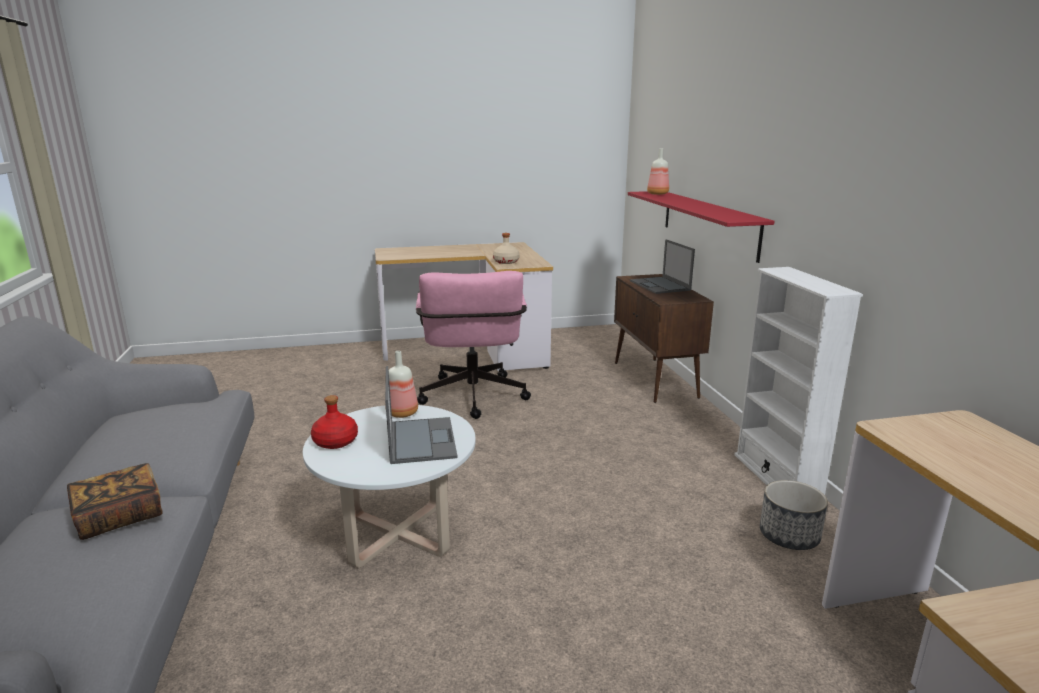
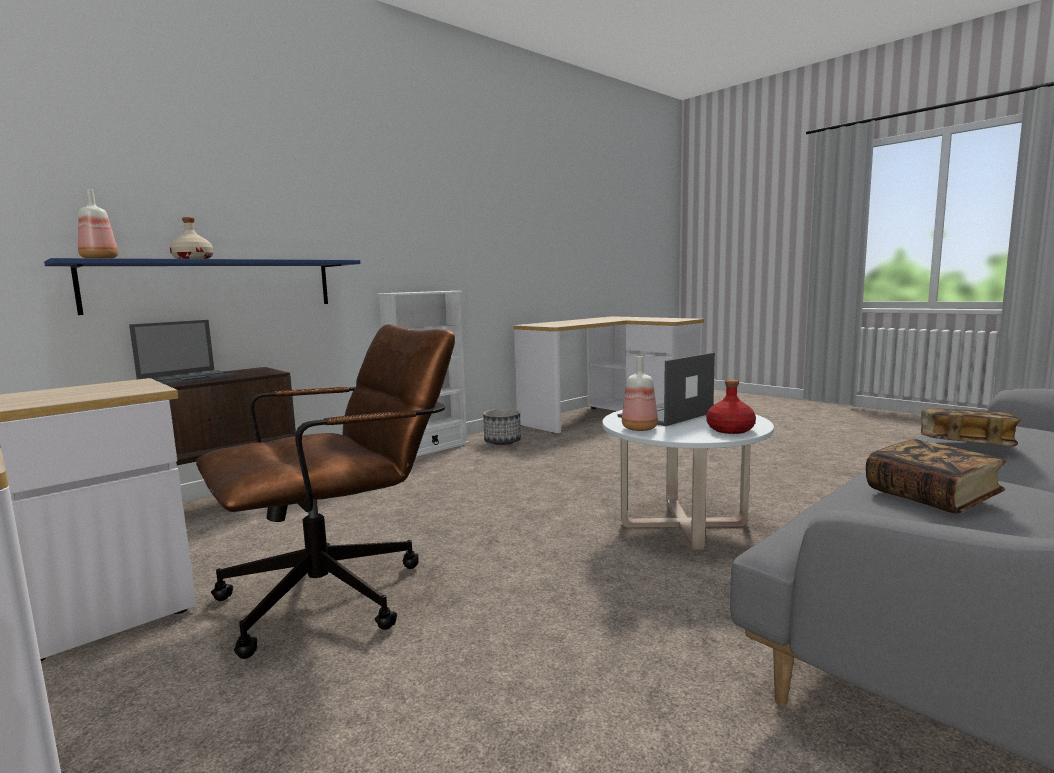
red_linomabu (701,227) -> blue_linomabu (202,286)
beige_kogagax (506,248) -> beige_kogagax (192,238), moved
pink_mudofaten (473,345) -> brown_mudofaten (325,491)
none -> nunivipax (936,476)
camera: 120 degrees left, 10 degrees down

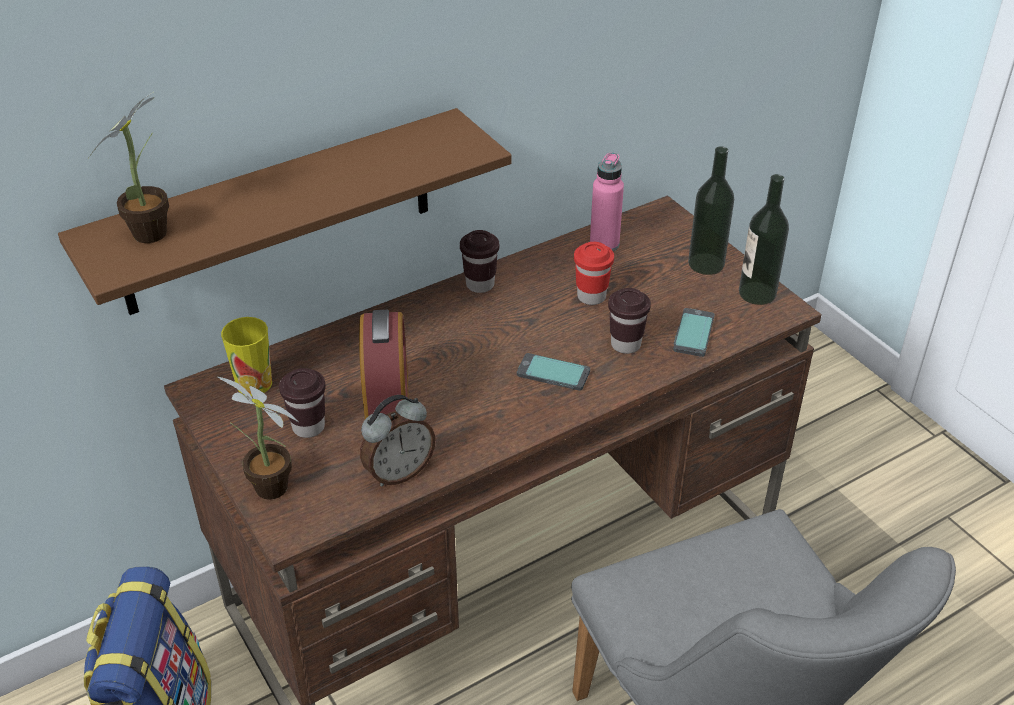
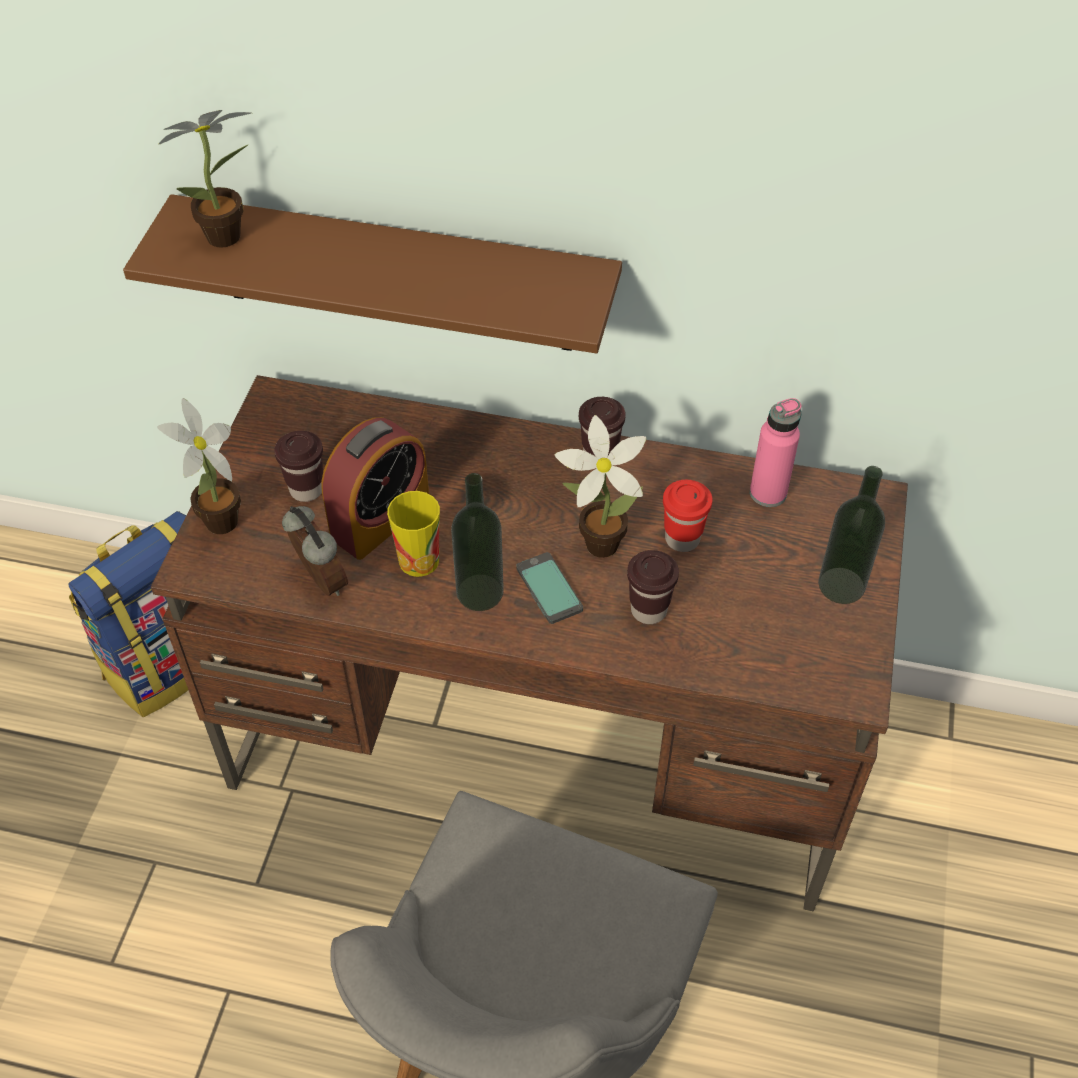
kogagax (764,239) -> kogagax (477,542), moved
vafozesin (694,332) -> none
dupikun (246,356) -> dupikun (413,534), moved
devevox (398,441) -> devevox (315,551), 135 degrees counterclockwise
none -> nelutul (600,486)
camera: 45 degrees right, 10 degrees up

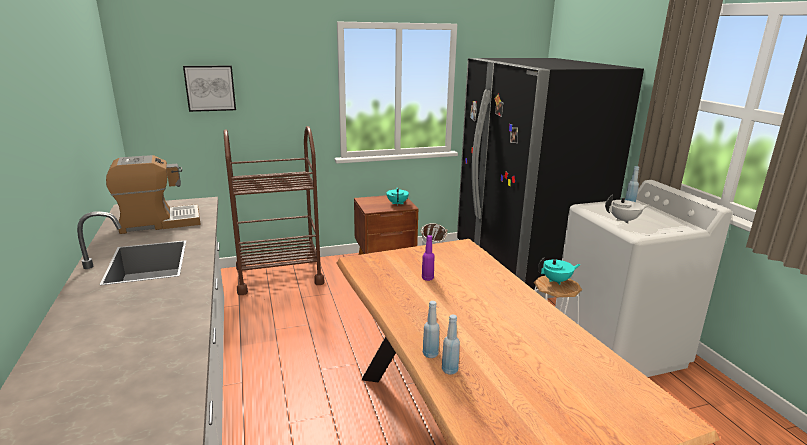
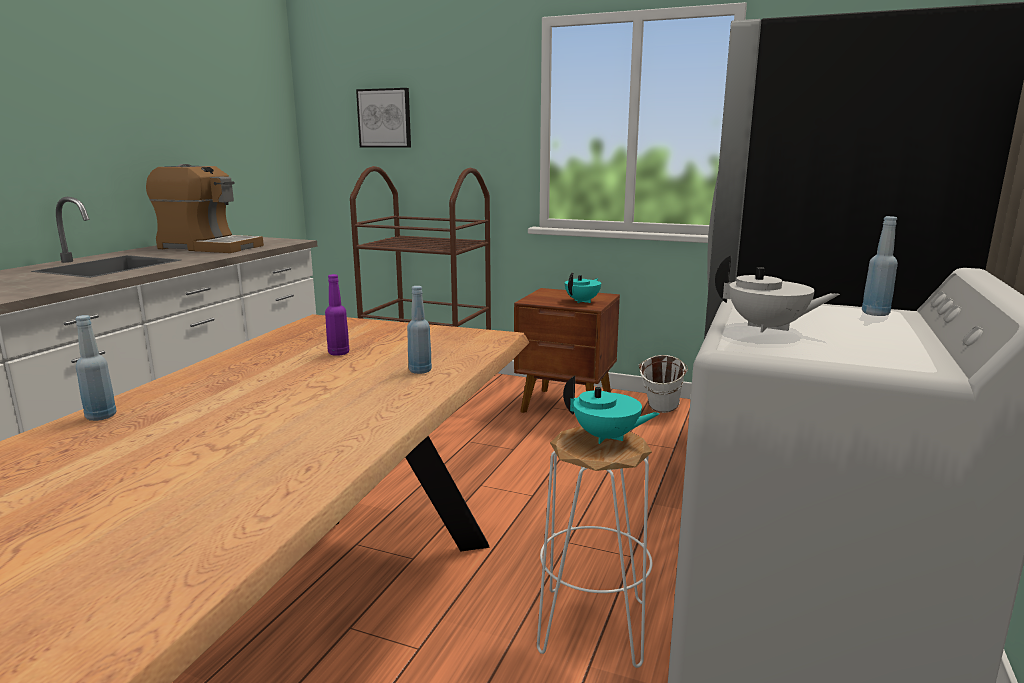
blue_kogagax (451,344) -> blue_kogagax (419,330), moved
camera: 40 degrees right, 5 degrees down

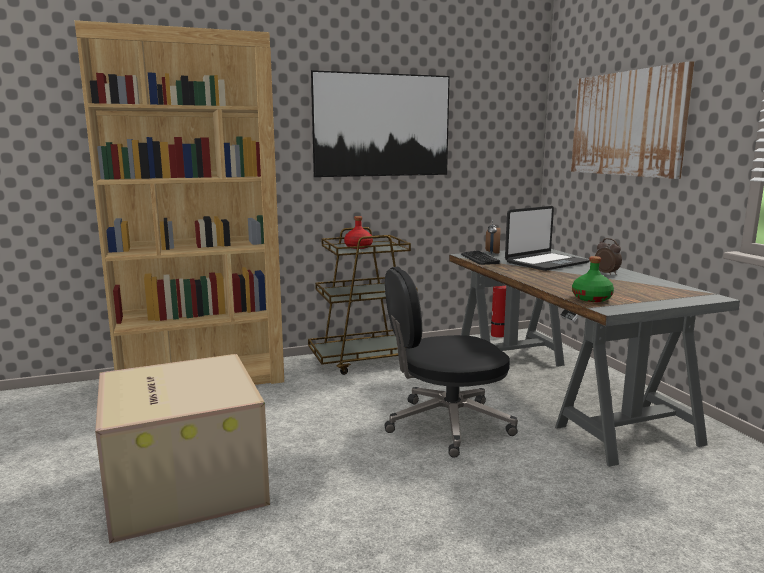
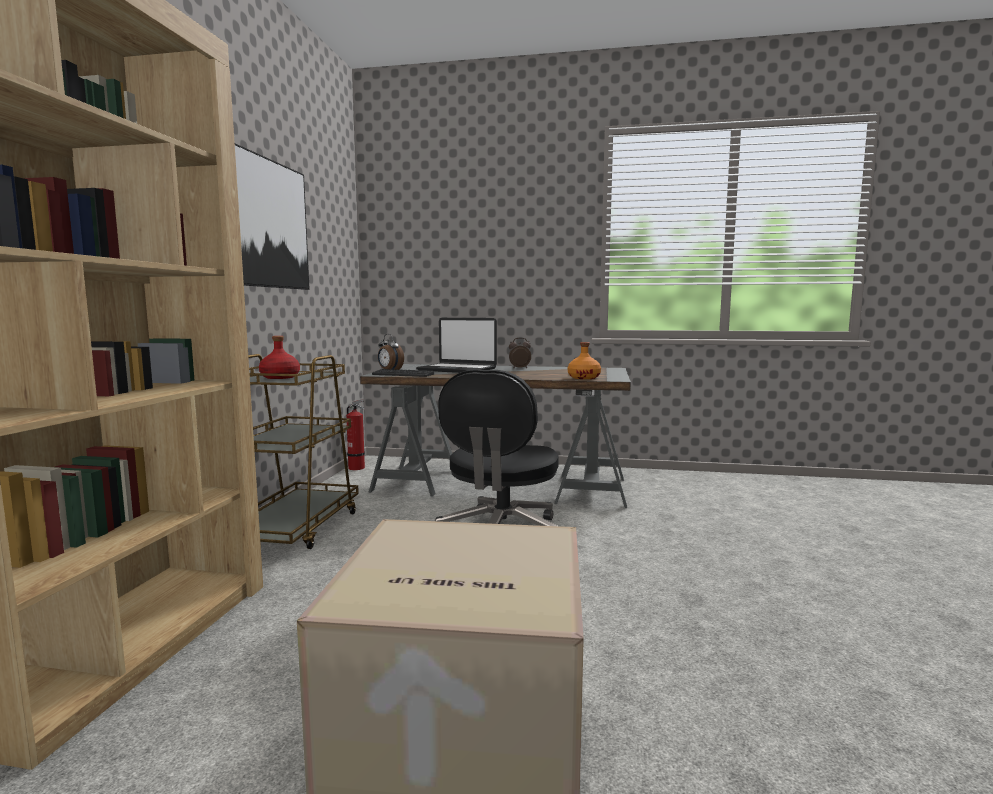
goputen (632,120) -> none
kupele (547,238) -> kupele (456,345), 120 degrees clockwise
green_kogagax (593,279) -> orange_kogagax (584,360)
camera: 60 degrees left, 5 degrees down

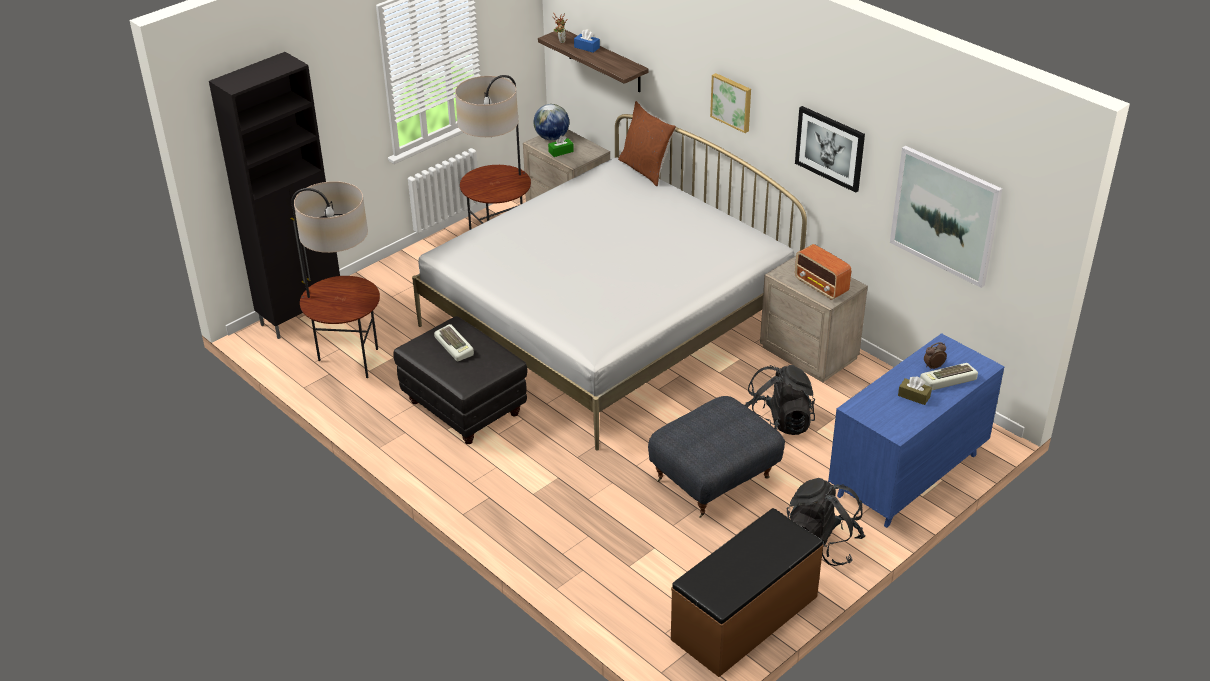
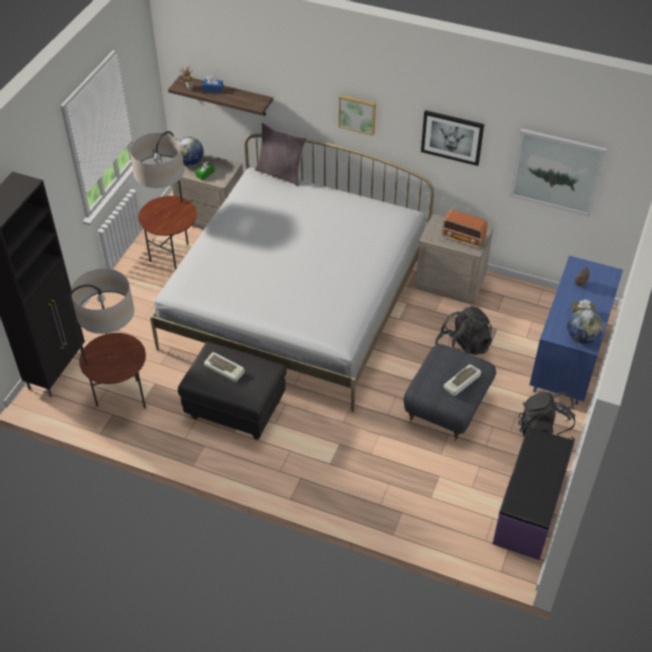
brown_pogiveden (647,143) -> grey_pogiveden (281,154)
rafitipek (949,376) -> rafitipek (462,380), moved
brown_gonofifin (747,592) -> purple_gonofifin (533,493)
none -> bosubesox (585,326)
camera: 25 degrees left, 10 degrees up

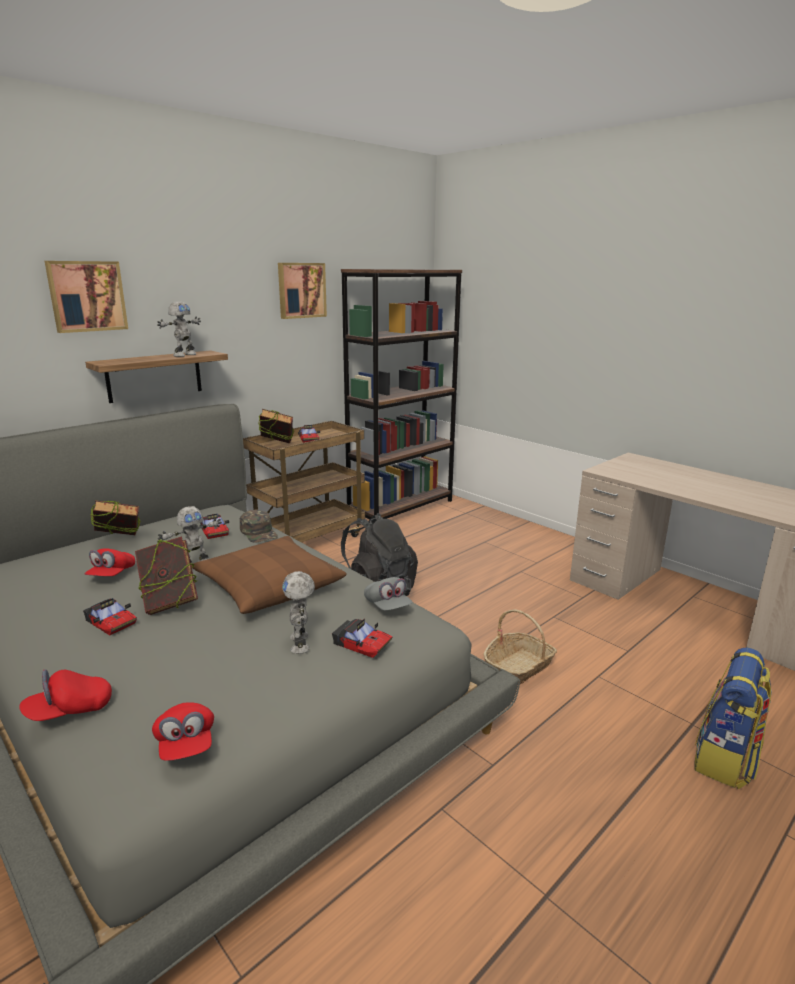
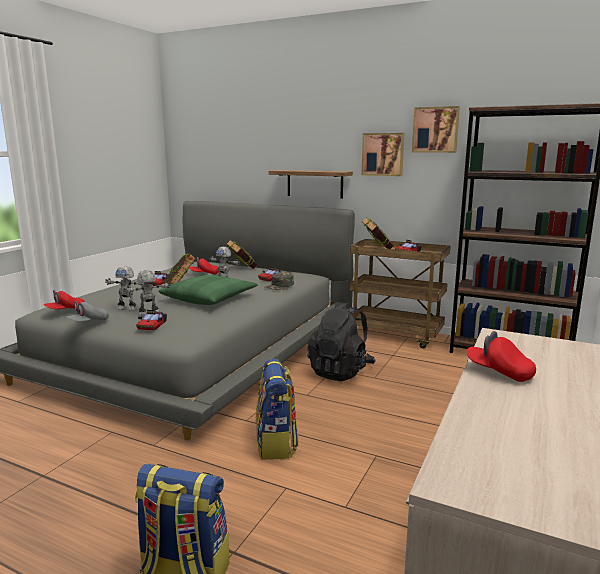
goputen (86,297) -> goputen (382,154), moved
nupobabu (179,329) -> nupobabu (125,288), moved
brown_pogiveden (269,575) -> green_pogiveden (208,290)
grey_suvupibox (388,593) -> grey_suvupibox (87,311), moved
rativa (520,646) -> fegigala (277,409)
red_suvupibox (65,695) -> red_suvupibox (501,356), moved
camera: 70 degrees right, 5 degrees down

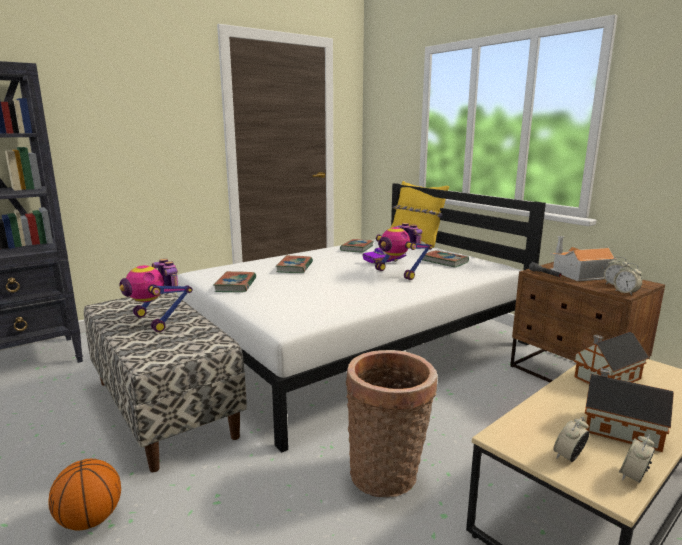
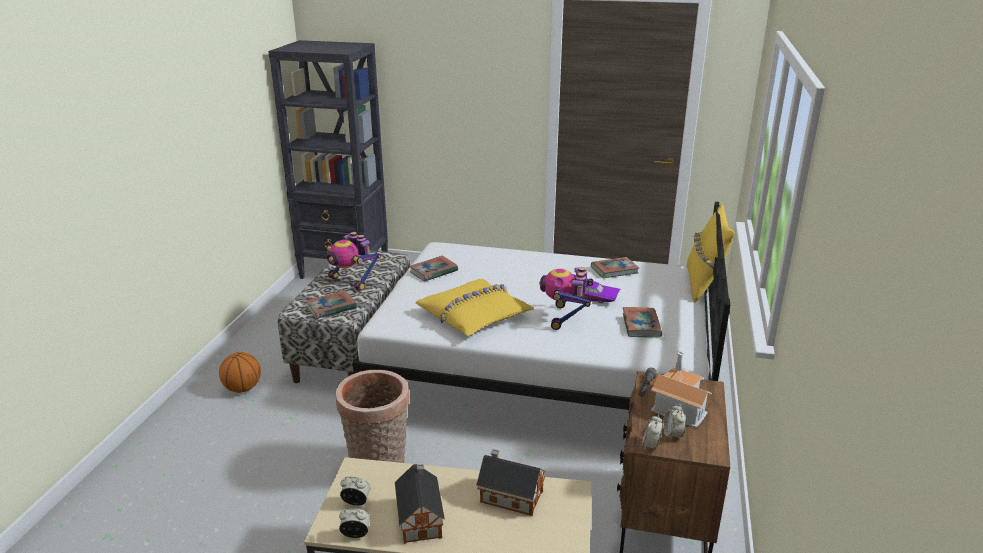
nunivipax (294,264) -> nunivipax (331,304), moved
nupobabu (156,295) -> nupobabu (353,261), 60 degrees counterclockwise
none -> yellow_pogiveden (475,307)
camera: 50 degrees right, 10 degrees up

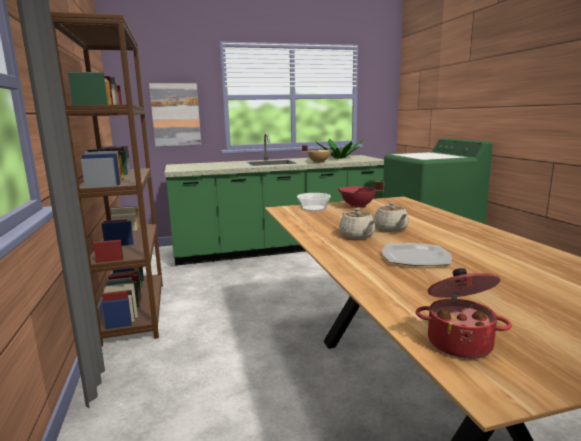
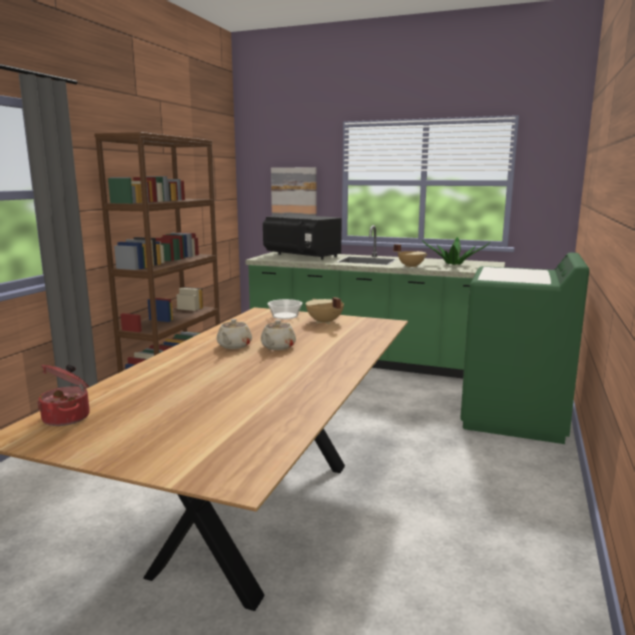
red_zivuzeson (360,194) -> beige_zivuzeson (324,310)
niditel (417,254) -> none
none -> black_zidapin (302,237)
camera: 35 degrees right, 0 degrees up

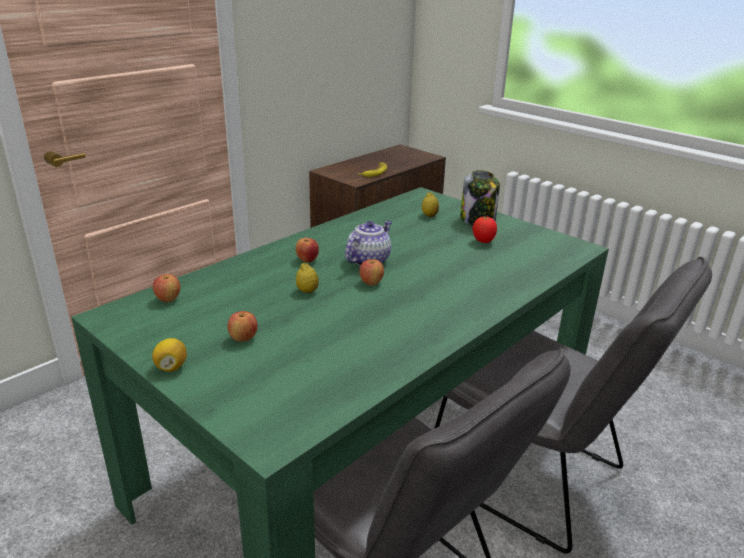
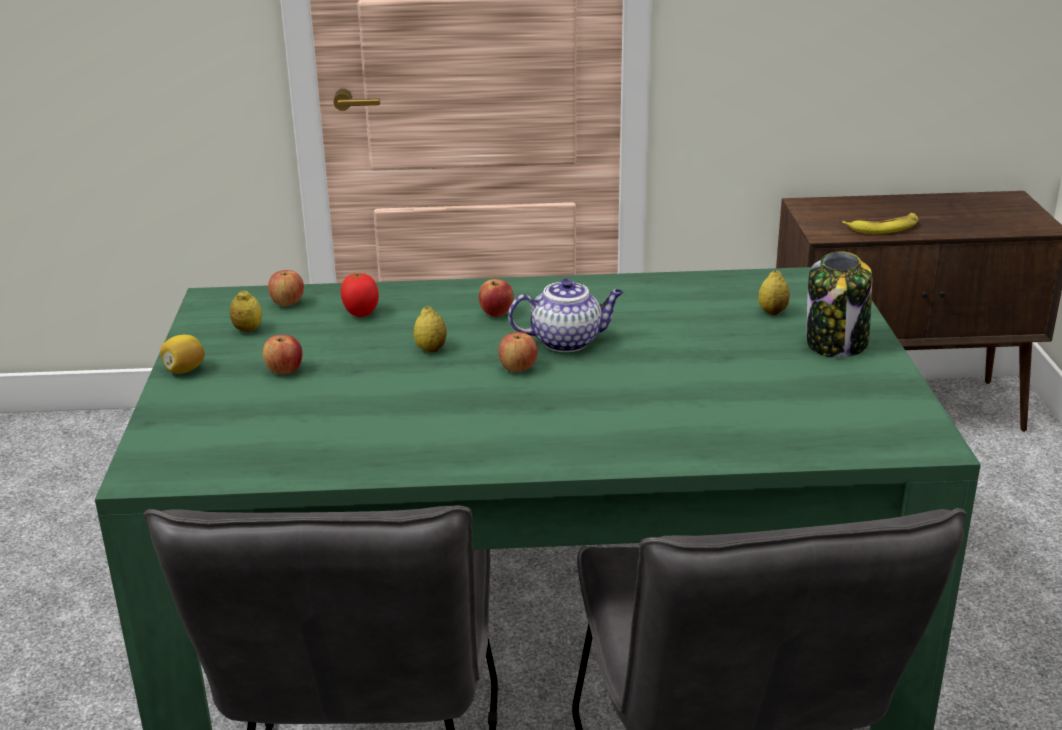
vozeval (485,229) -> vozeval (360,295), moved
none -> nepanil (246,311)
camera: 45 degrees right, 0 degrees up

